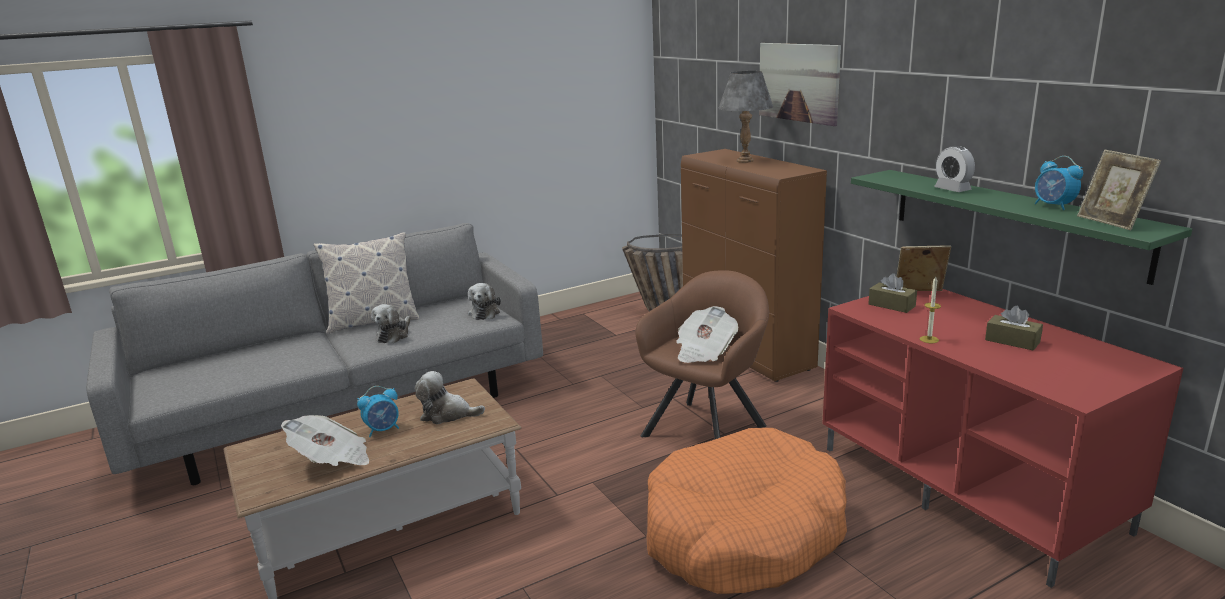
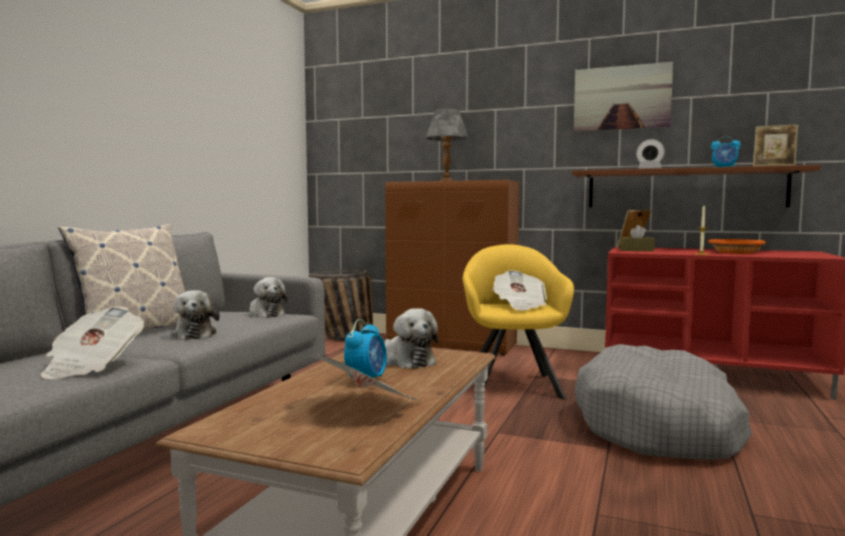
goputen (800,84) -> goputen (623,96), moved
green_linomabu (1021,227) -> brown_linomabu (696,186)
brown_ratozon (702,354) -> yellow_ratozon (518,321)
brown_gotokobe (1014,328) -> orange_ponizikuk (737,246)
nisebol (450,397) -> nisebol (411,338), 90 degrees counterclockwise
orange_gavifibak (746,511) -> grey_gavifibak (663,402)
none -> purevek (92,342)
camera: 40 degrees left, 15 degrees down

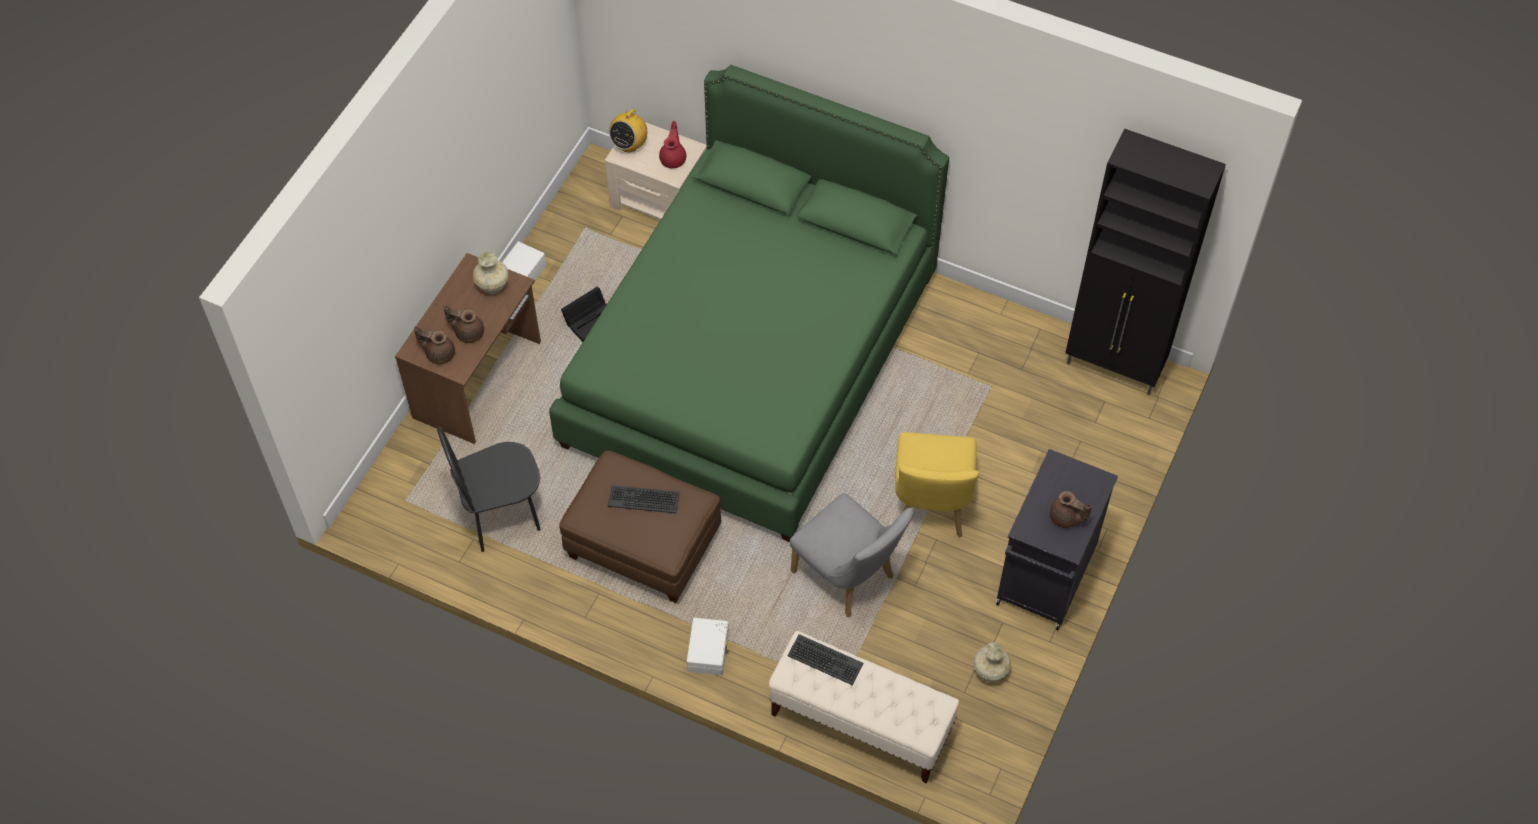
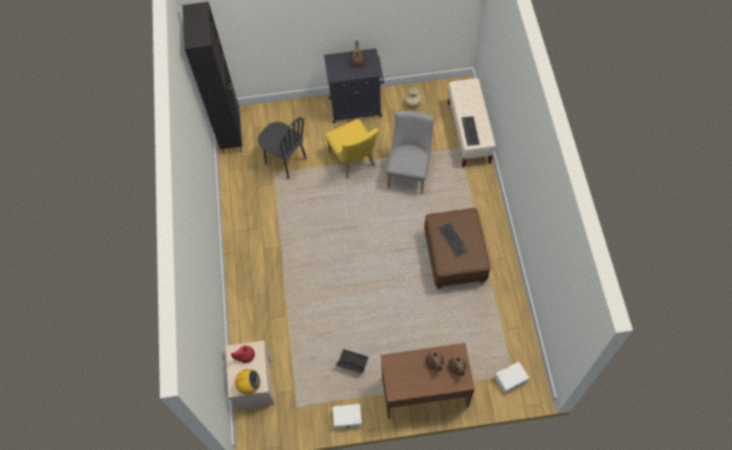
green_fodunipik (749,303) -> none
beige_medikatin (490,273) -> none
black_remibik (489,489) -> black_remibik (282,148), moved
yellow_remibik (937,485) -> yellow_remibik (352,149), 90 degrees clockwise
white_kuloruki (708,646) -> white_kuloruki (512,377), moved
camera: 120 degrees left, 5 degrees up

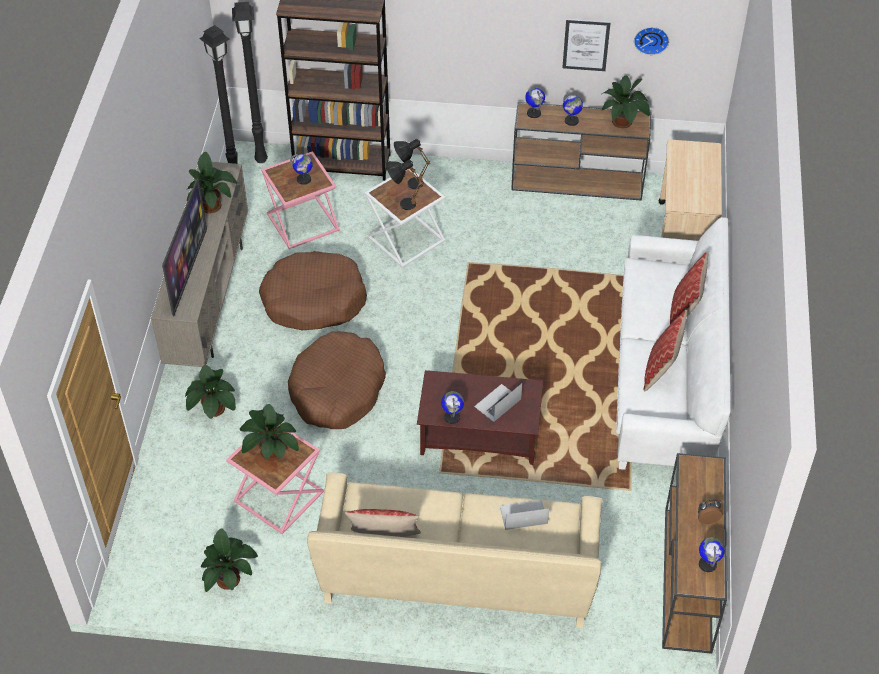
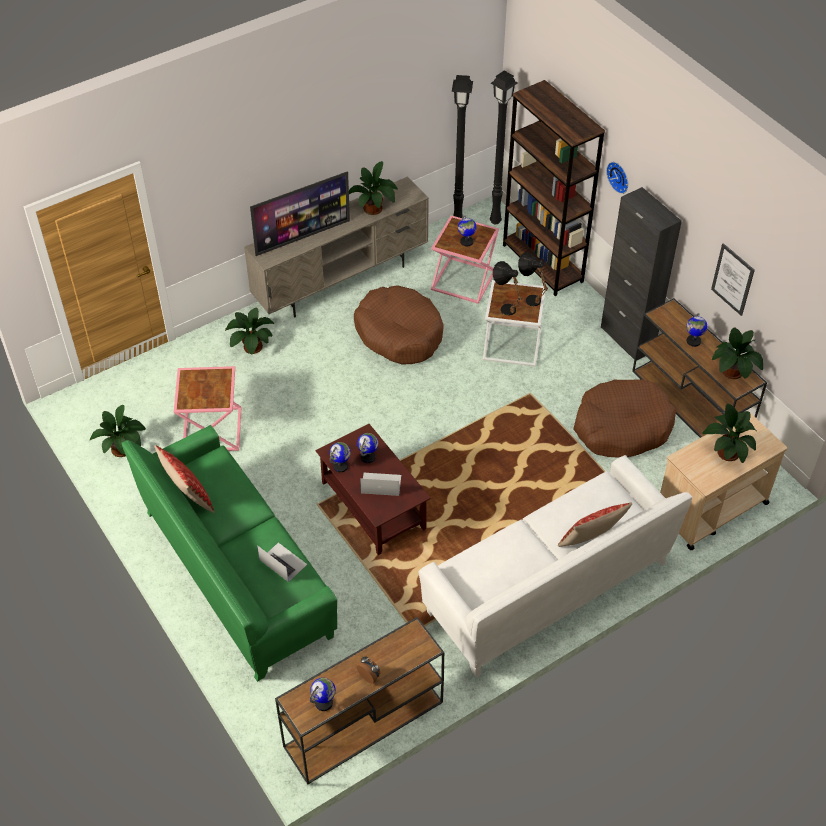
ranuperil (651,41) -> ranuperil (617,178), moved
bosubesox (535,102) -> bosubesox (367,448), moved
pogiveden (665,351) -> none
brown_gavifibak (337,380) -> brown_gavifibak (624,418), moved
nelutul (269,432) -> nelutul (729,433), moved
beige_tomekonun (455,550) -> green_tomekonun (229,553)
none -> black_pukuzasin (641,274)
camera: 50 degrees right, 0 degrees up

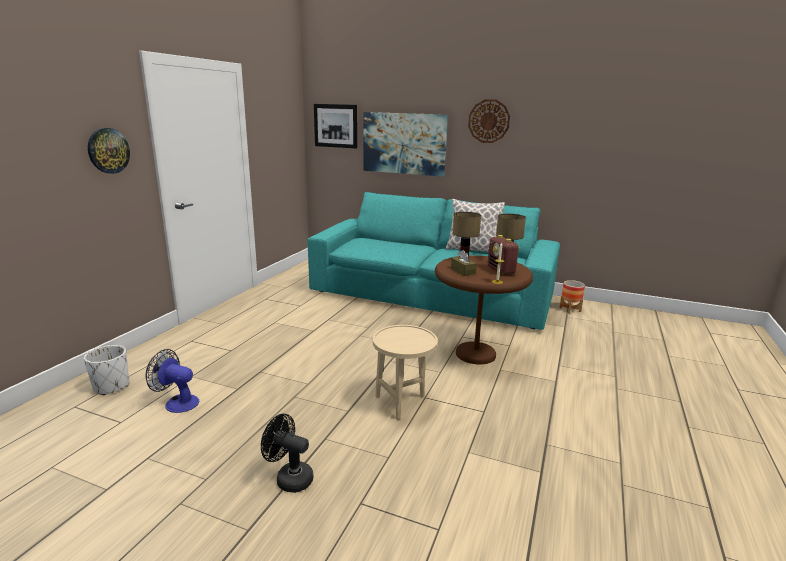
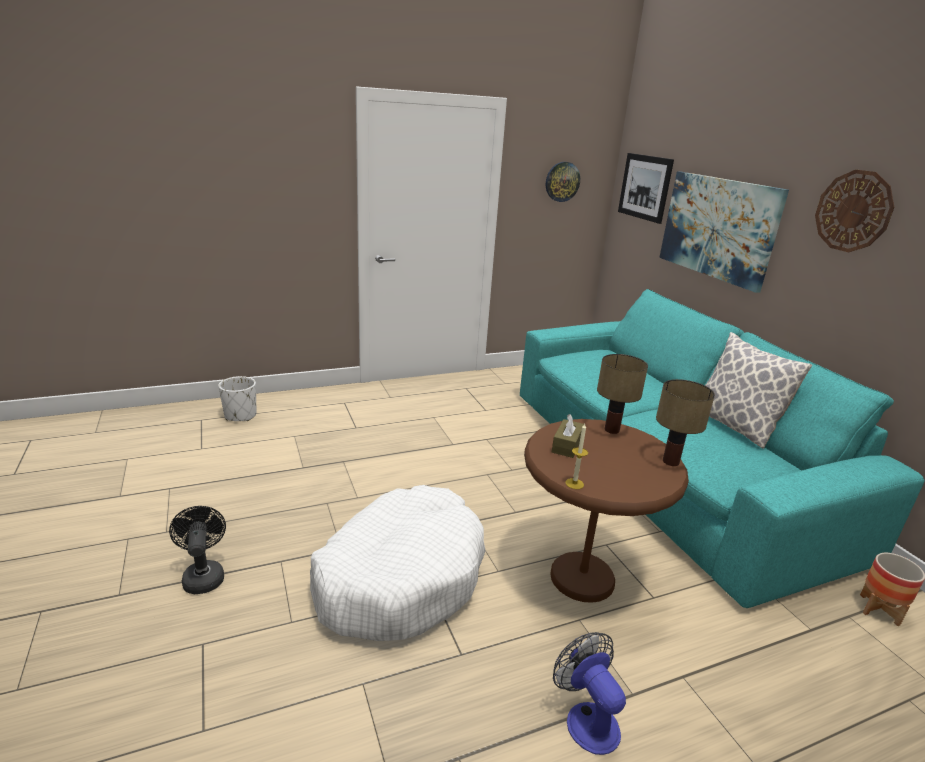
ranuperil (109,151) -> ranuperil (563,182), moved
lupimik (504,255) -> none
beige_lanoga (405,372) -> white_gavifibak (397,563)
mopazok (172,381) -> mopazok (589,693), moved
camera: 45 degrees right, 5 degrees up

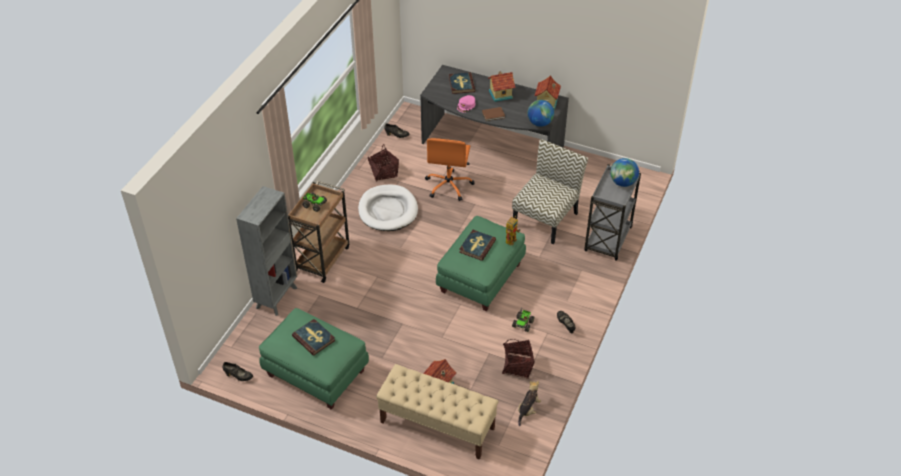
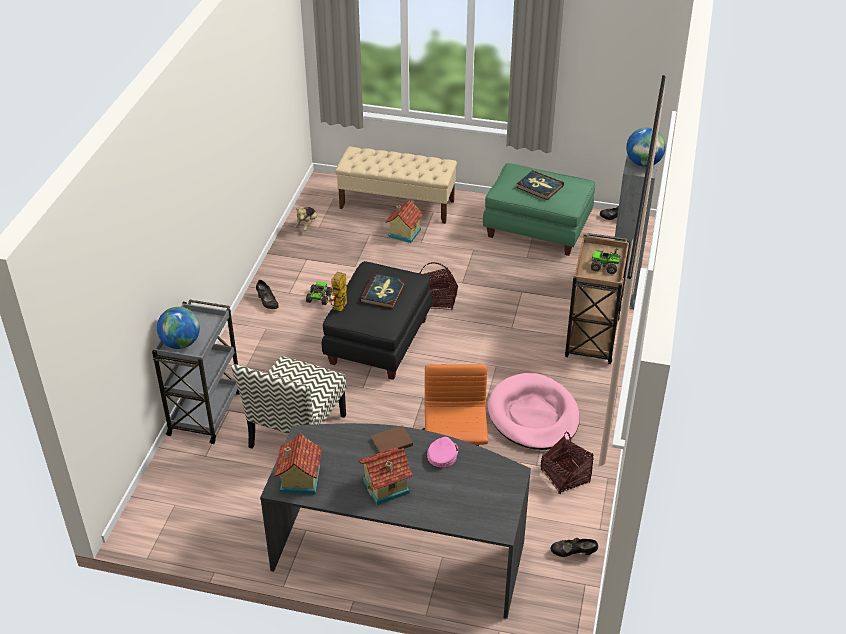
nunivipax (462,83) -> none
bosubesox (540,113) -> bosubesox (646,147), moved
white_gavifibak (388,207) -> pink_gavifibak (534,411)
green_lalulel (481,263) -> black_lalulel (377,320)
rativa (518,359) -> rativa (439,286), moved
camera: 170 degrees right, 5 degrees down

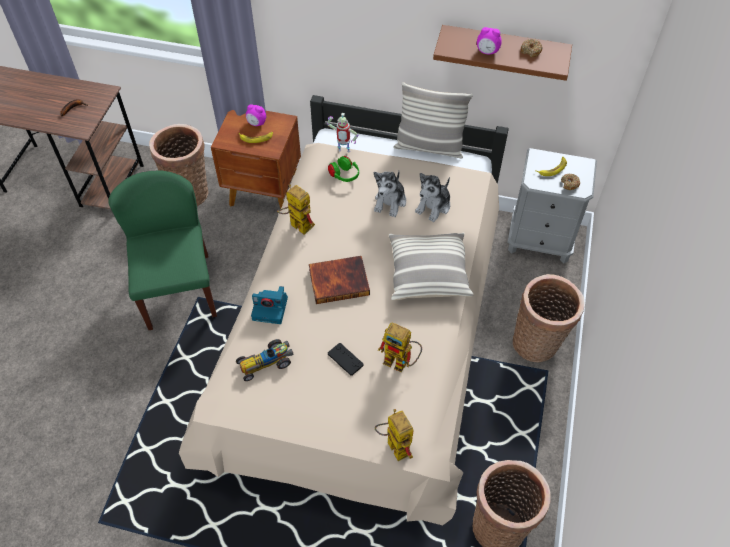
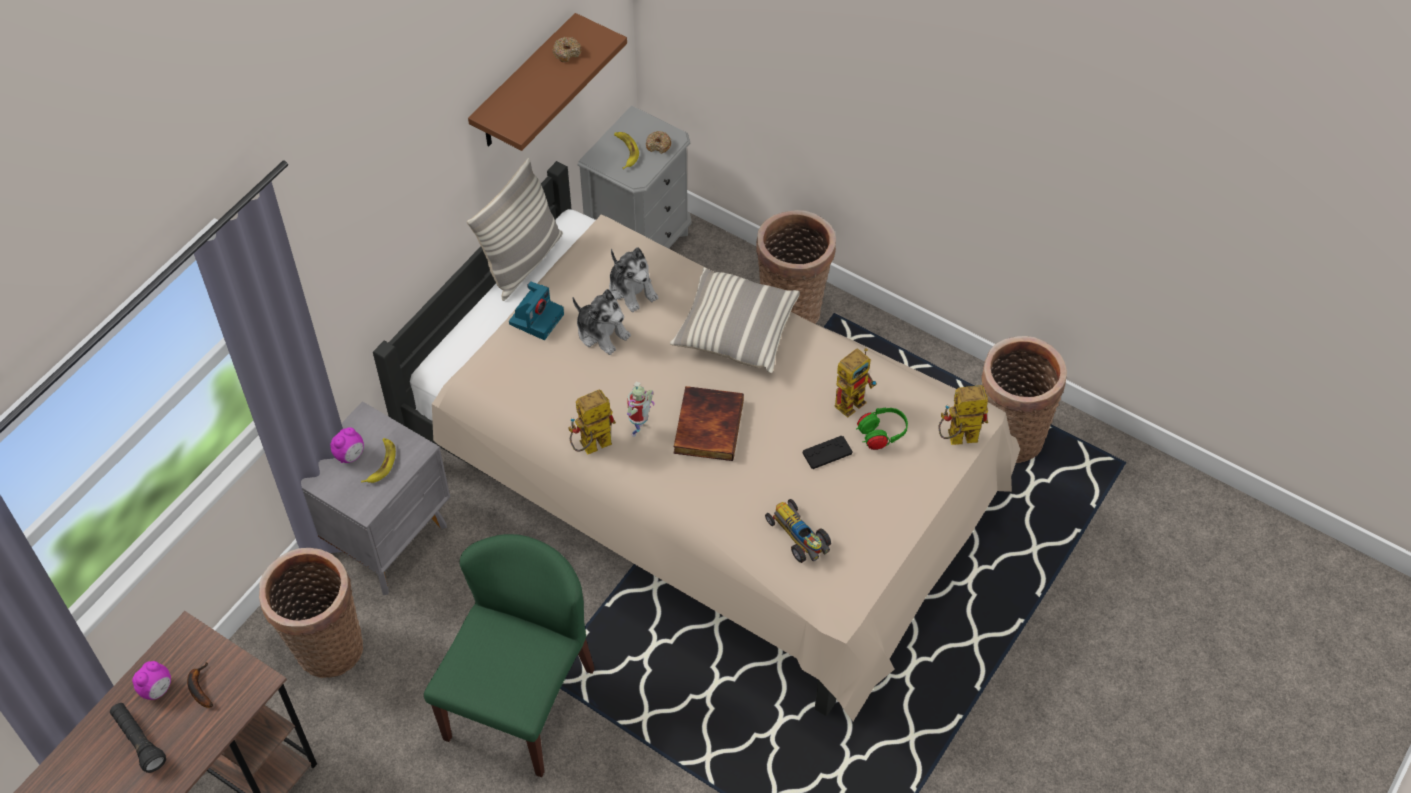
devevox (489,41) -> devevox (151,680), moved
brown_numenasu (256,159) -> grey_numenasu (375,498)
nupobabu (342,132) -> nupobabu (641,409), moved
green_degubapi (343,169) -> green_degubapi (882,429), moved
green_remibik (162,250) -> green_remibik (509,655), 105 degrees clockwise
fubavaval (269,305) -> fubavaval (536,310), moved
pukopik (264,360) -> pukopik (798,531), 150 degrees clockwise
none -> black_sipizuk (138,738)
camera: 70 degrees left, 0 degrees up

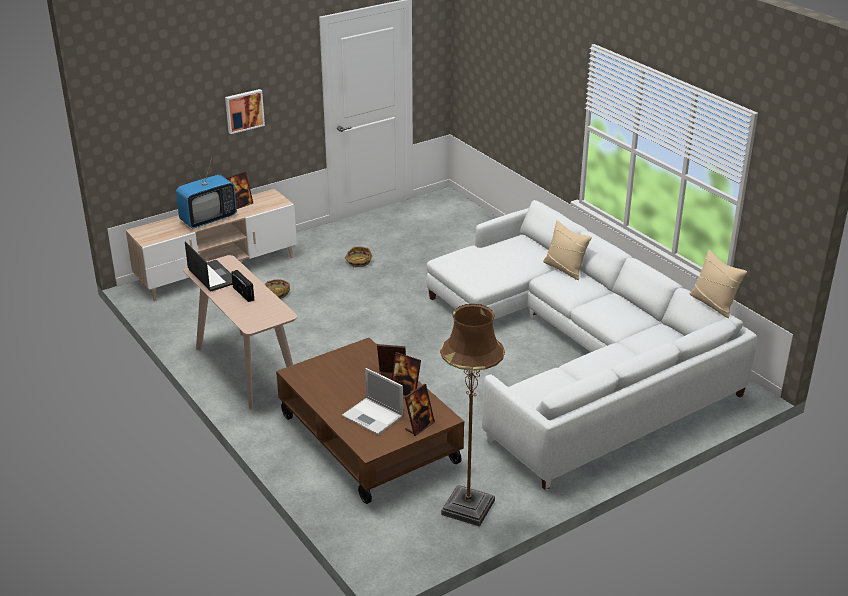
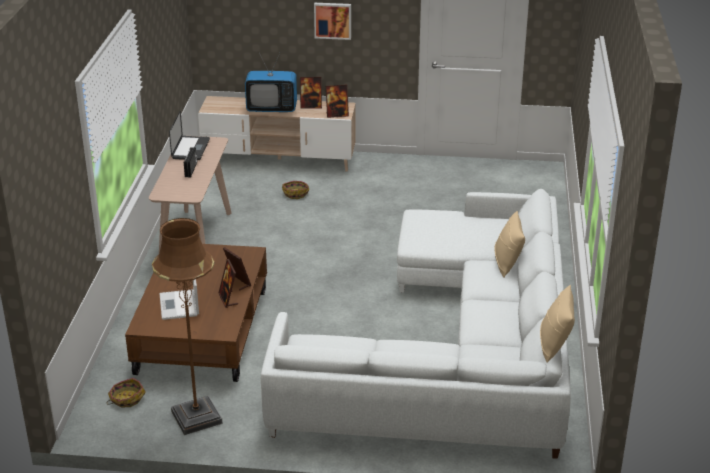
rativa (358,257) -> rativa (126,392), moved
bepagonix (420,410) -> bepagonix (337,101), moved
camera: 40 degrees right, 0 degrees up

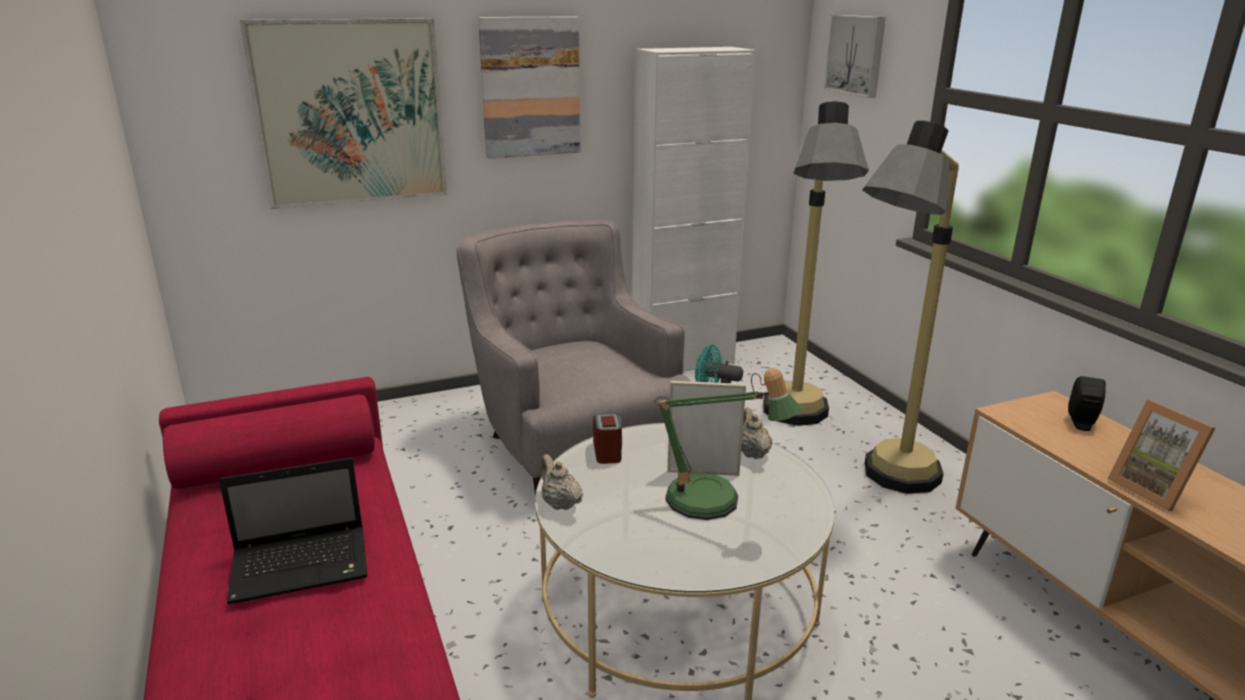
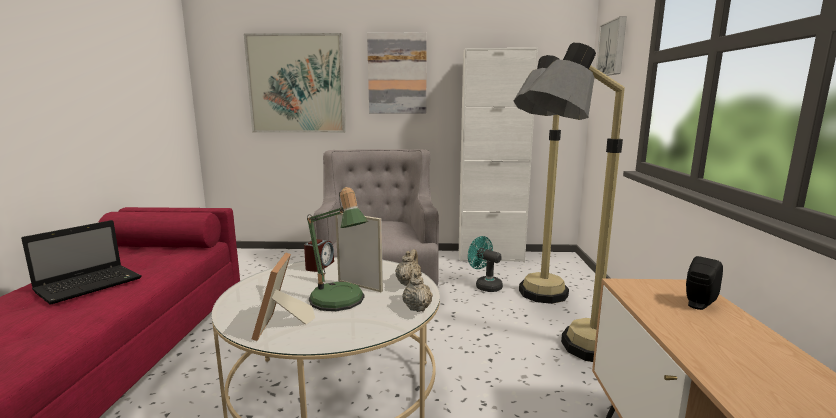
bepagonix (1161,455) -> bepagonix (283,296), moved
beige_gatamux (561,482) -> beige_gatamux (417,290), moved
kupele (293,531) -> kupele (81,262), 60 degrees counterclockwise
camera: 25 degrees right, 10 degrees down

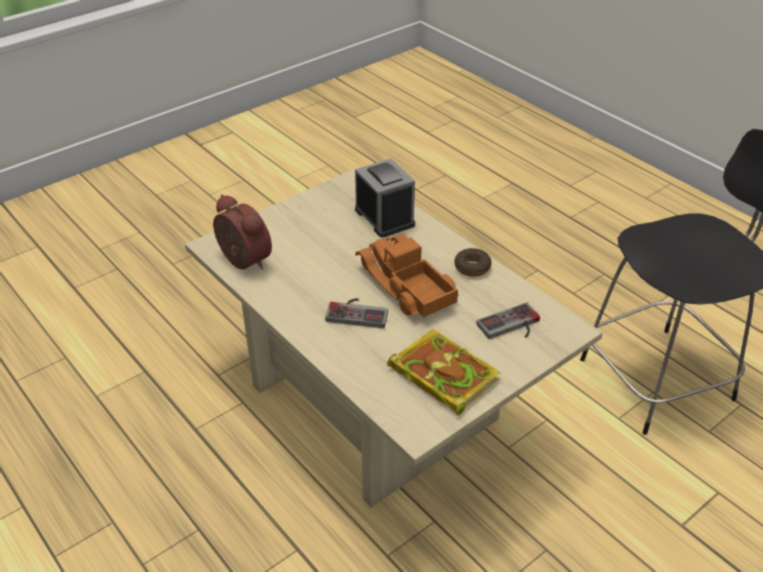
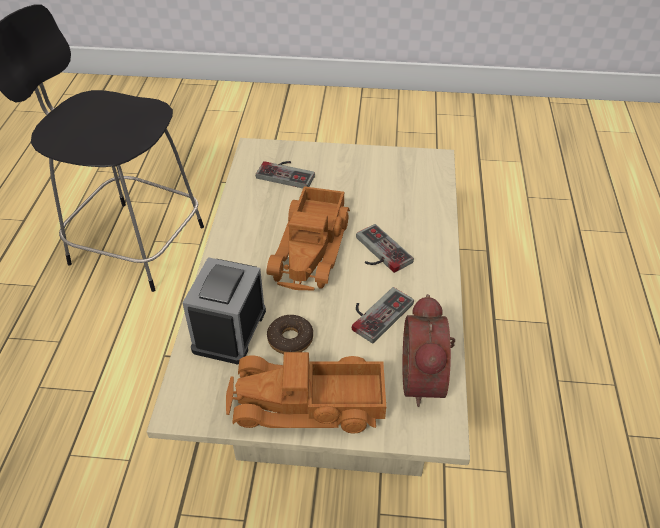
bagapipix (473,262) -> bagapipix (290,334), moved
nunivipax (443,372) -> none
none -> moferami (383,315)
none -> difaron (306,393)
camera: 135 degrees left, 5 degrees up

